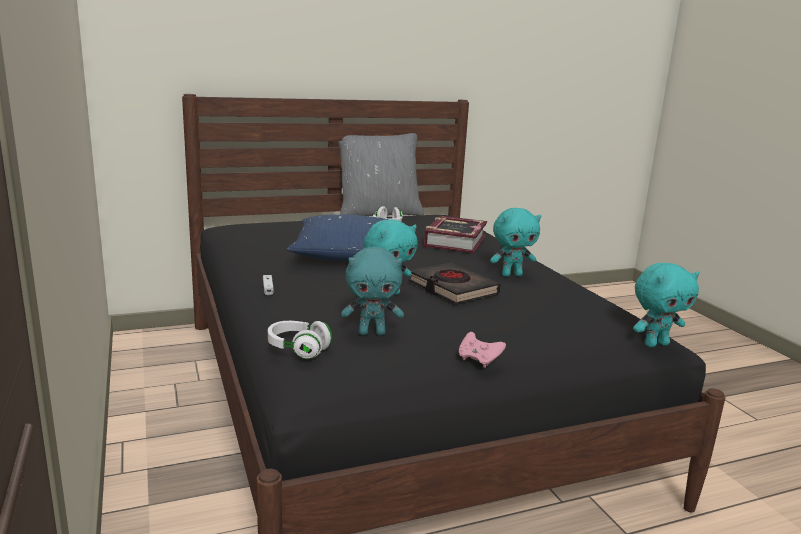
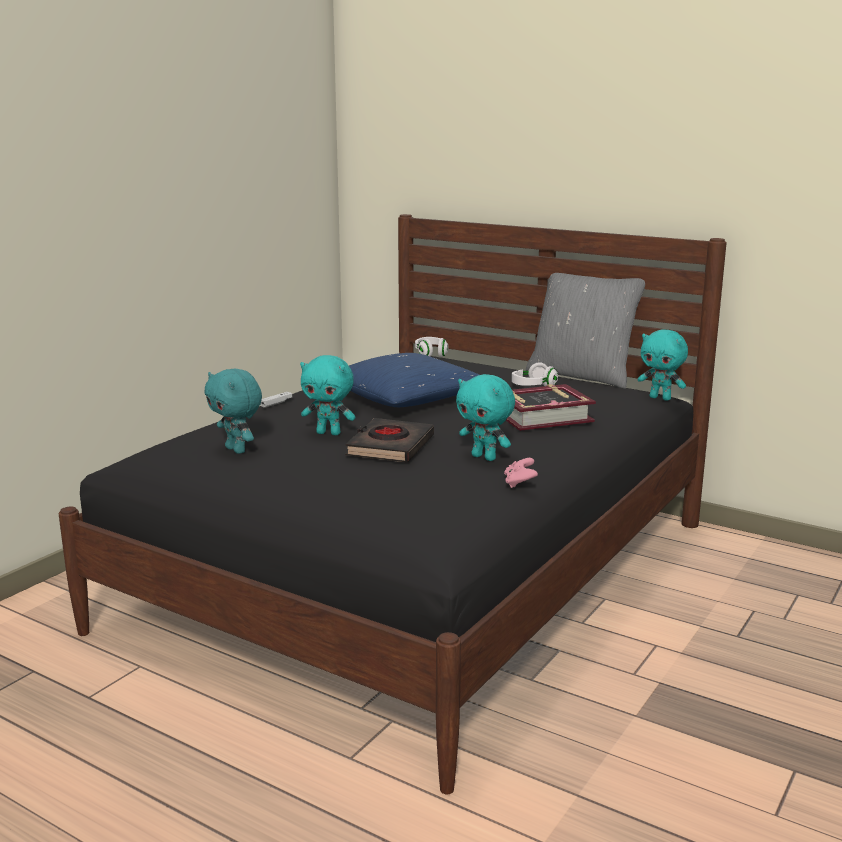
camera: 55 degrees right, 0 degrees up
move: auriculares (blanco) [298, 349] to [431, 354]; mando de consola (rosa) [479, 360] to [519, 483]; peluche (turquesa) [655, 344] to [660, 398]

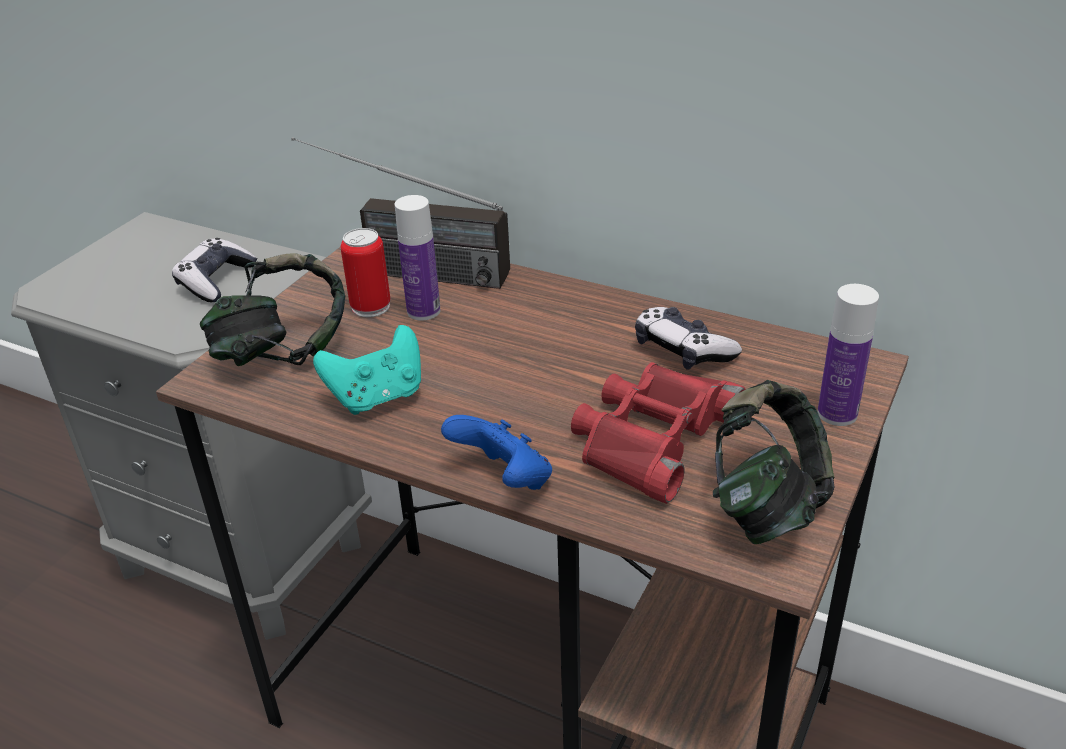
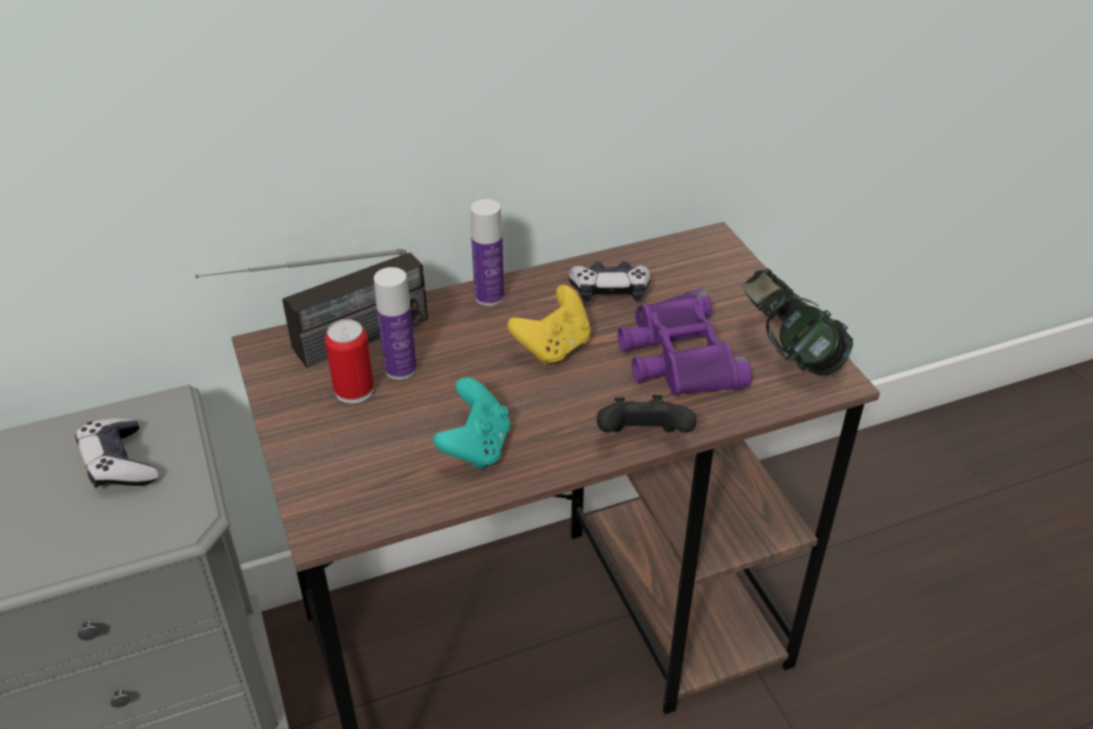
camera: 50 degrees left, 5 degrees up
delete: auriculares [283, 352]
insert: mando de consola (amarillo) [553, 347]
move: botella [837, 413] to [489, 297]
recolor: mando de consola (azul) [504, 480] to mando de consola (negro) [643, 439]; prismáticos (rojo) [651, 438] to prismáticos (morado) [677, 356]

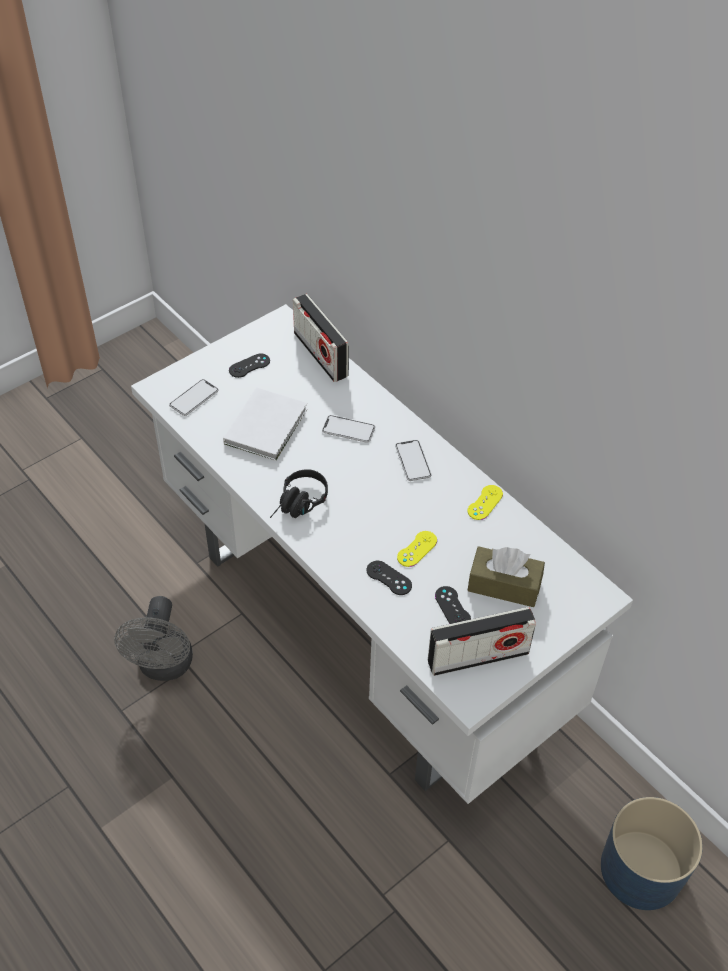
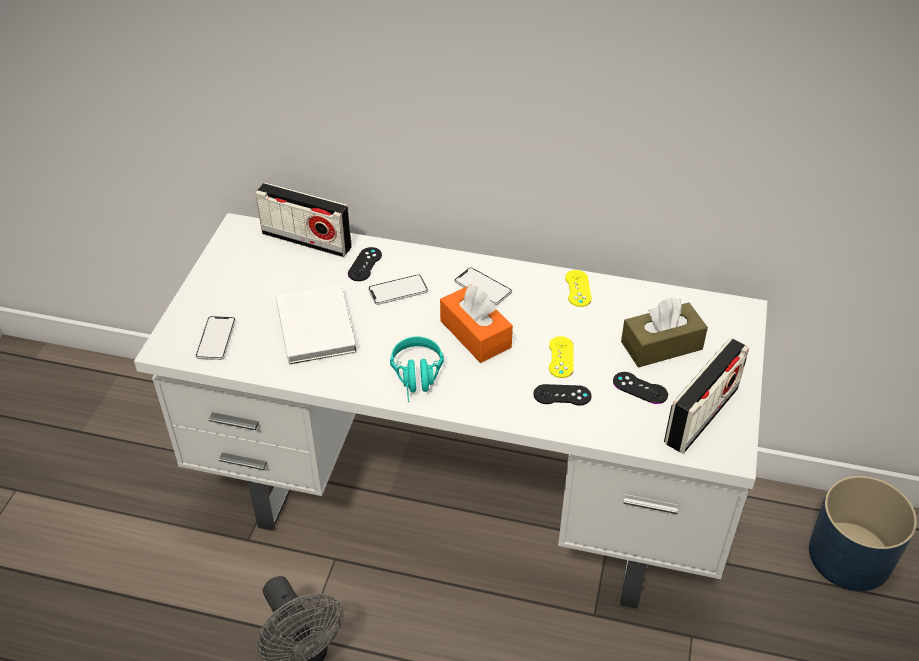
camera: 35 degrees left, 5 degrees down
insert: caja de pañuelos (naranja) [475, 334]
move: mando de consola (negro) [249, 366] to [365, 264]
recolor: auriculares (negro) [298, 505] to auriculares (turquesa) [418, 379]

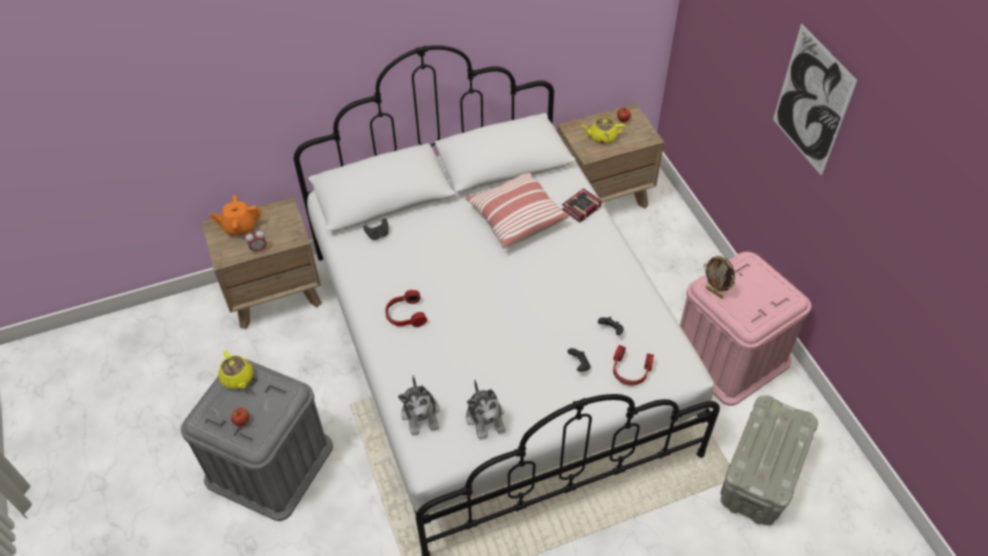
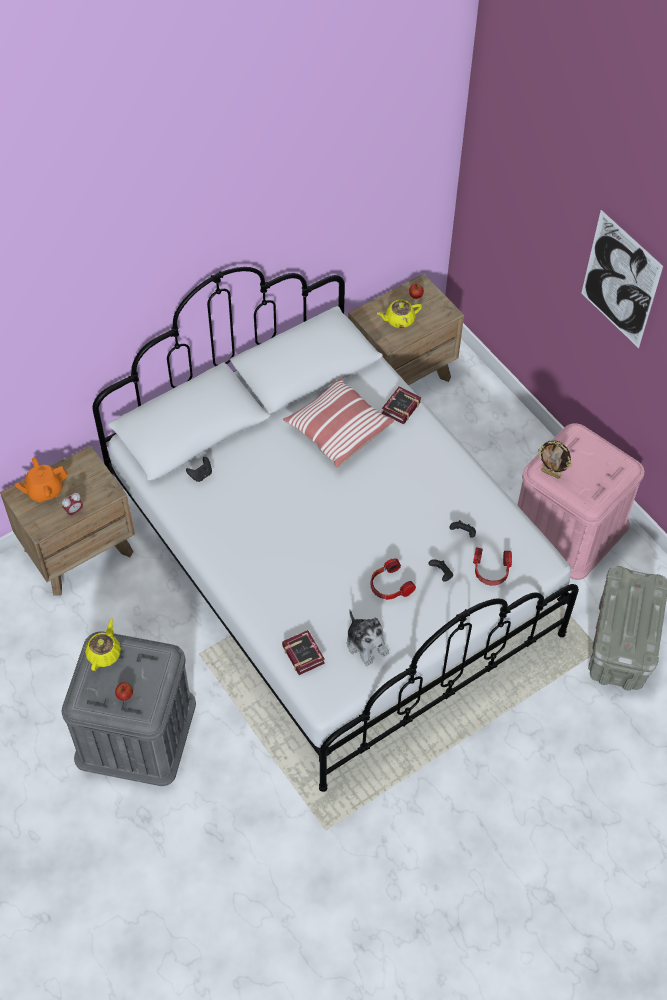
camera: 15 degrees left, 5 degrees up
move: auriculares [405, 315] to [389, 586]
replace: peluche [421, 414] to libro [303, 652]
rotate: tetera (amarillo) [238, 378] = [104, 653] 120 degrees counterclockwise

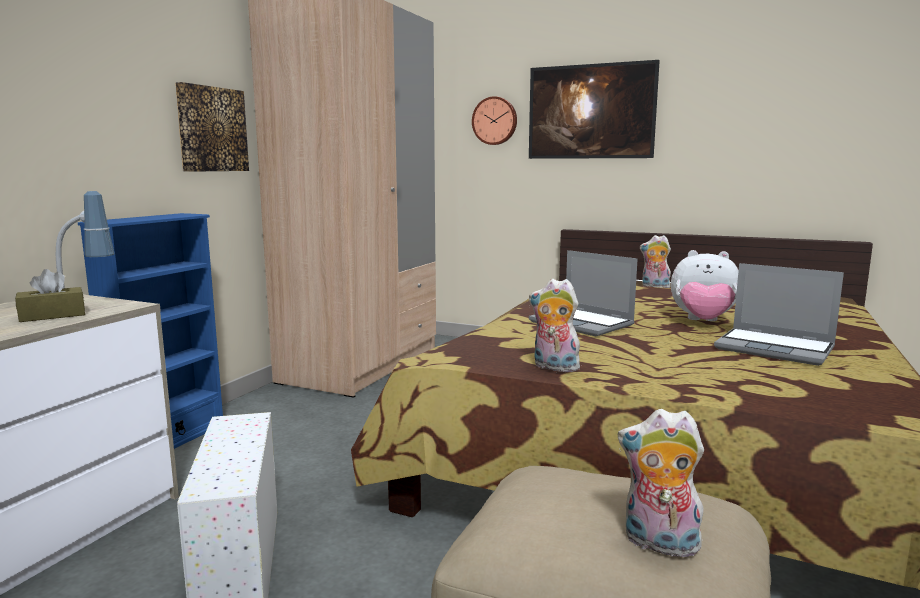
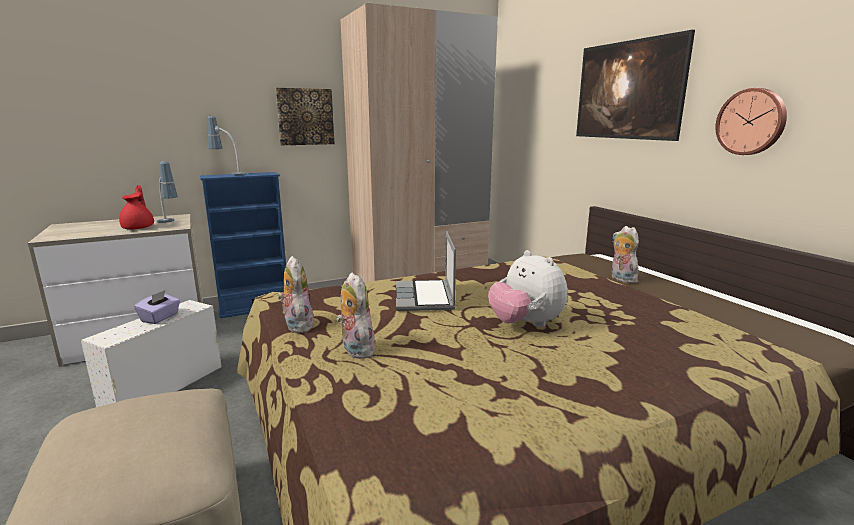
camera: 40 degrees right, 5 degrees up
delete: portátil [776, 348]
insert: caja de pañuelos (morado) [160, 318]; lámpara de mesa [229, 174]
move: peluche [658, 544] to [355, 350]; reloj de pared [495, 121] to [751, 122]
replace: caja de pañuelos (marrón) [52, 315] to tetera (rojo) [139, 227]

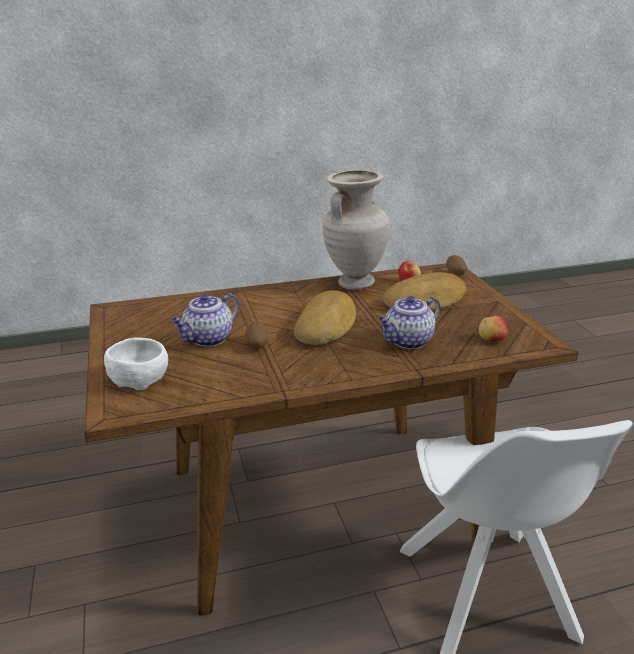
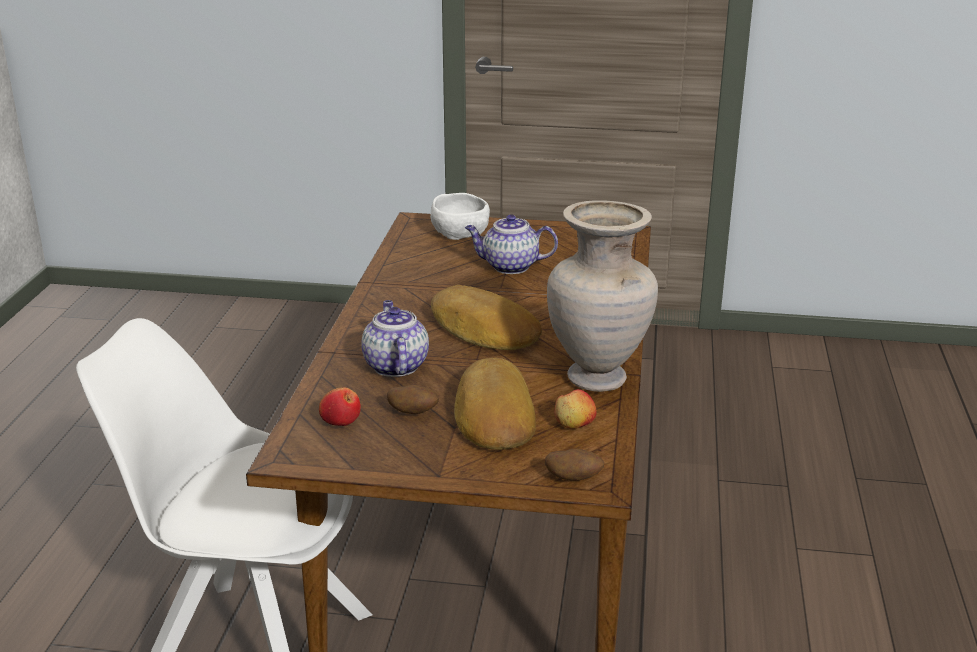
camera: 115 degrees right, 0 degrees up
move: patata [257, 345] to [413, 413]
rotate: tetera [208, 339] = [509, 266] 60 degrees counterclockwise

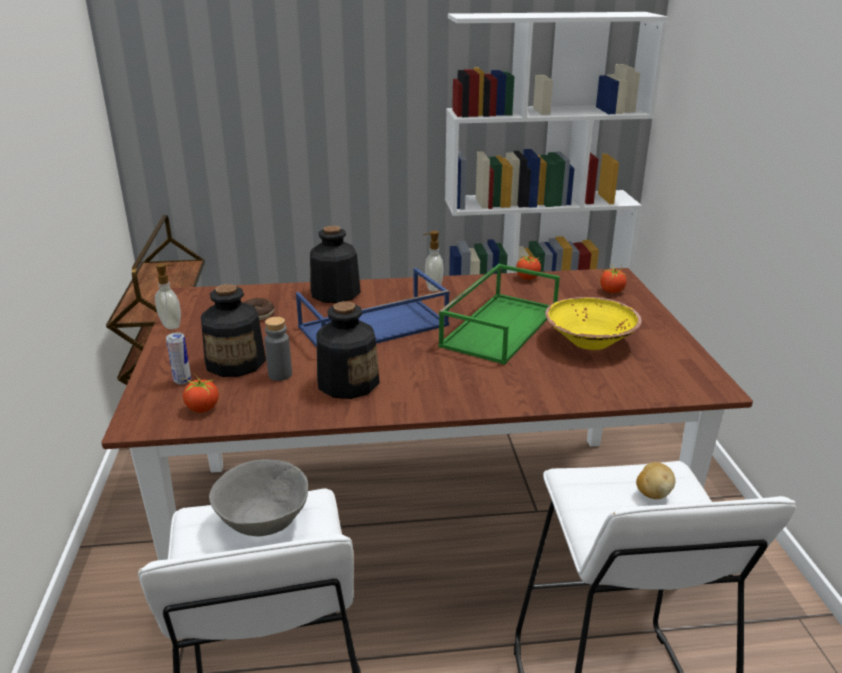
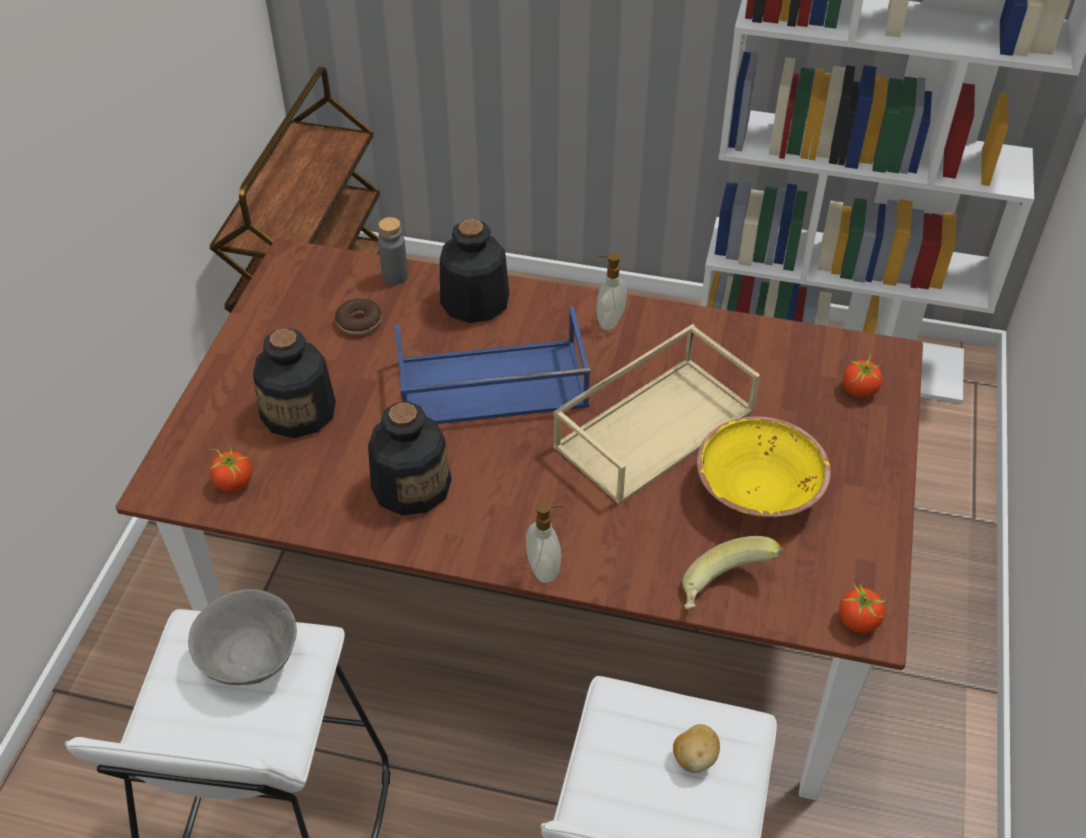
camera: 20 degrees right, 20 degrees up
delete: lata [182, 381]
insert: plátano [725, 590]
move: botella (gris) [280, 375] to [395, 276]; dispensador de jabón [172, 325] to [545, 569]; tomate [528, 278] to [858, 622]
recolor: bandeja (verde) [499, 326] to bandeja (beis) [655, 426]

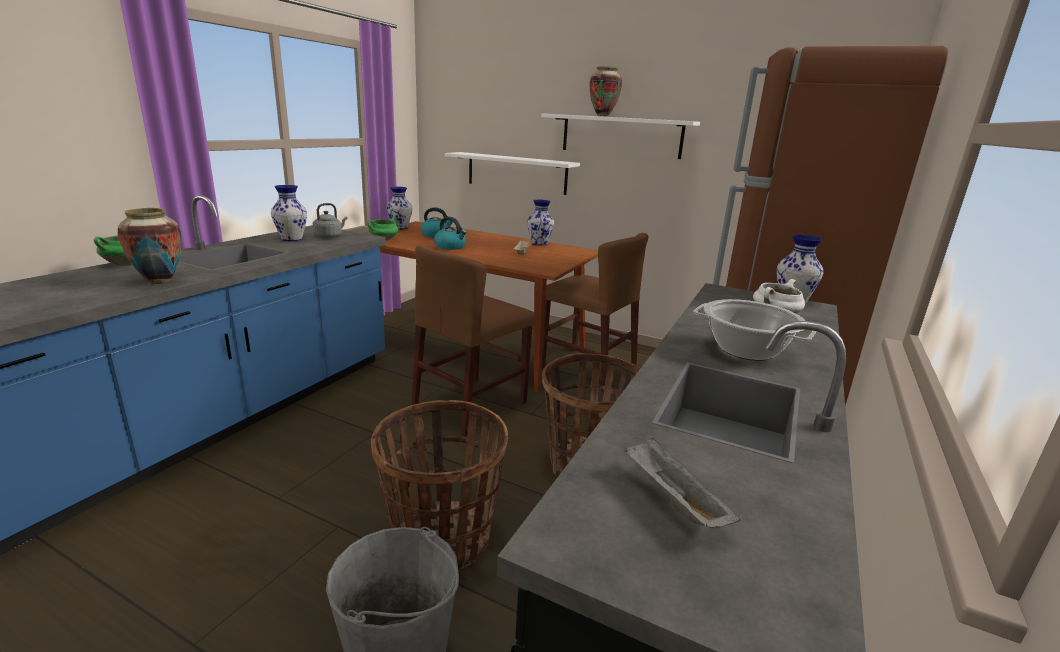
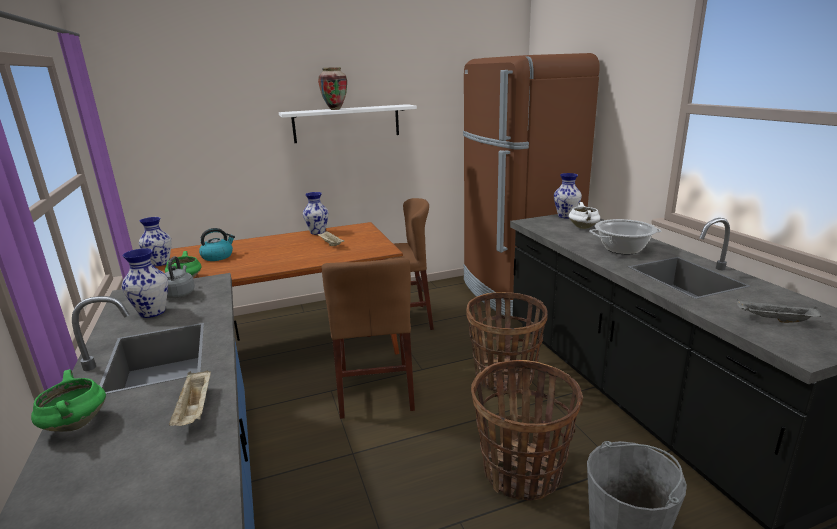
camera: 45 degrees left, 0 degrees up
delete: hervidor [450, 247]; estante (blanco) [516, 173]
replace: florero [159, 281] to bandeja (beis) [195, 410]

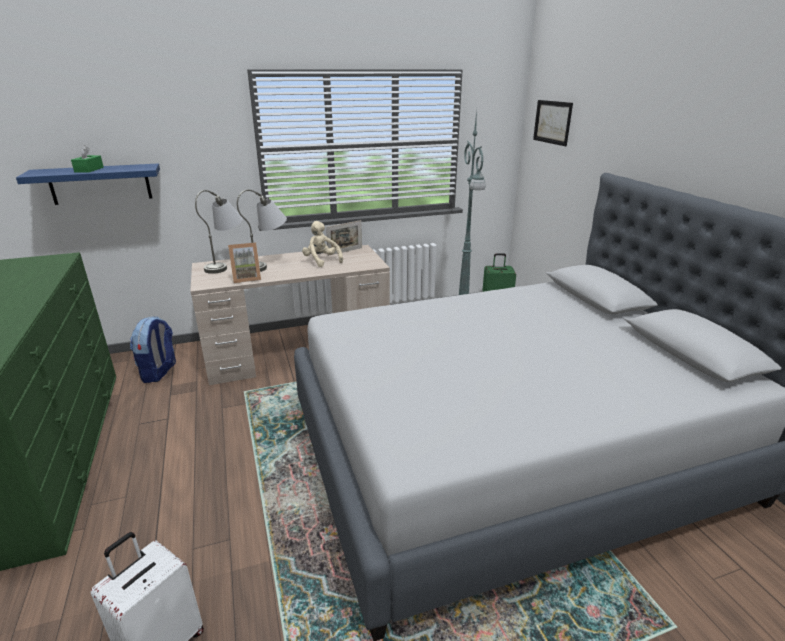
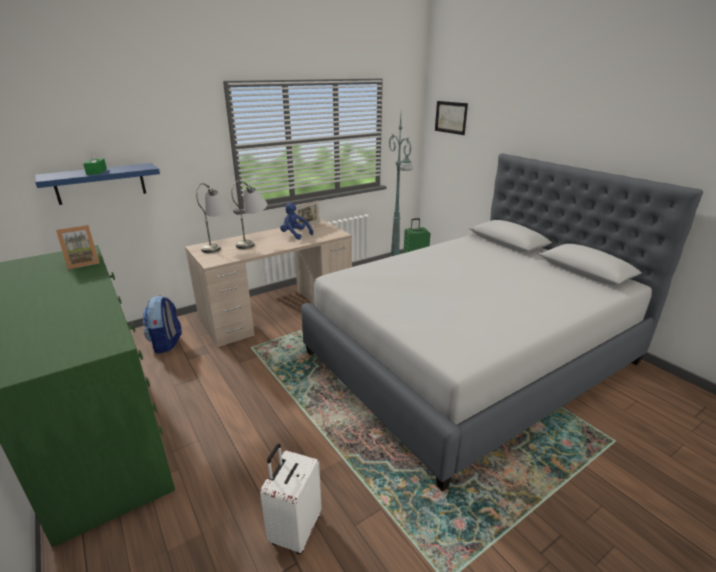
camera: 15 degrees left, 0 degrees up
move: portarretratos [246, 278] to [83, 263]
recolor: peluche (beis) [321, 261] to peluche (azul) [295, 235]

